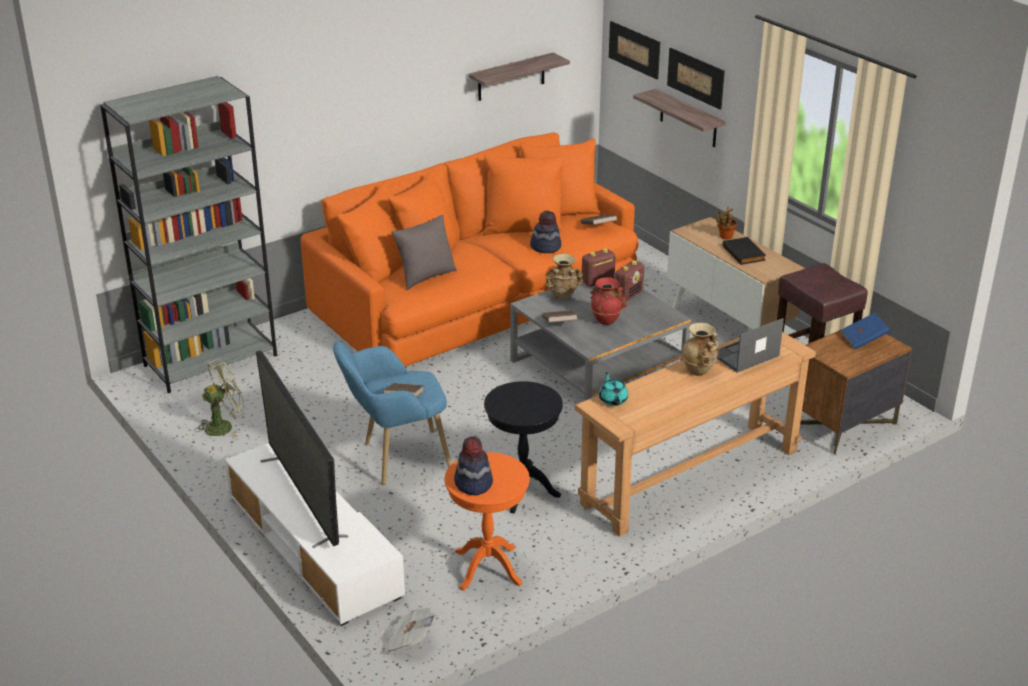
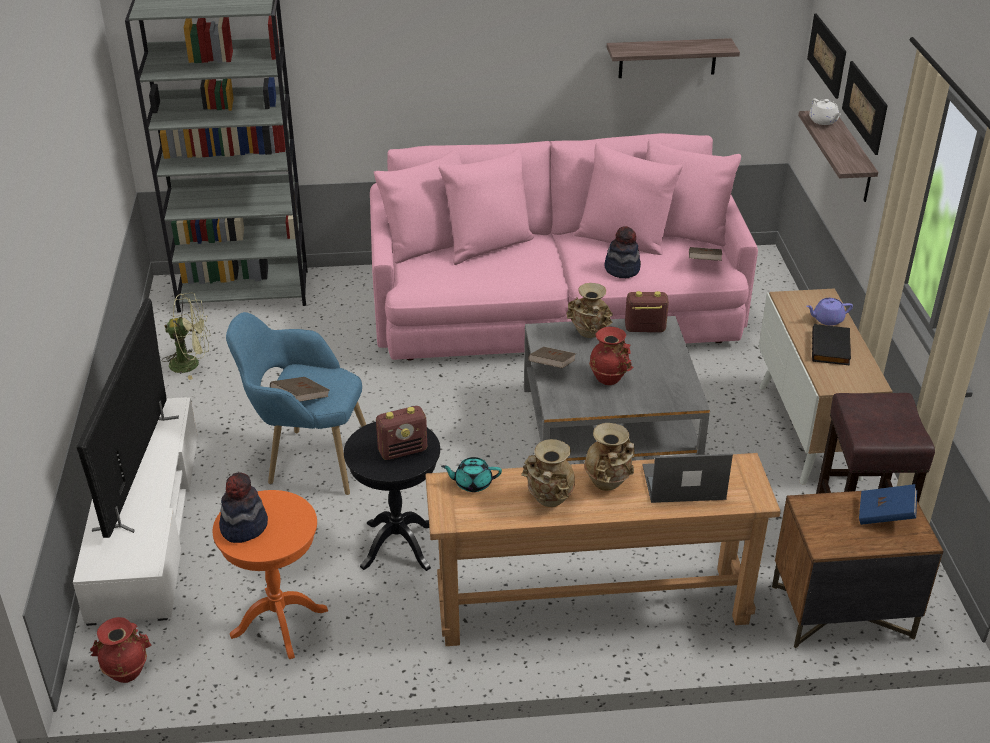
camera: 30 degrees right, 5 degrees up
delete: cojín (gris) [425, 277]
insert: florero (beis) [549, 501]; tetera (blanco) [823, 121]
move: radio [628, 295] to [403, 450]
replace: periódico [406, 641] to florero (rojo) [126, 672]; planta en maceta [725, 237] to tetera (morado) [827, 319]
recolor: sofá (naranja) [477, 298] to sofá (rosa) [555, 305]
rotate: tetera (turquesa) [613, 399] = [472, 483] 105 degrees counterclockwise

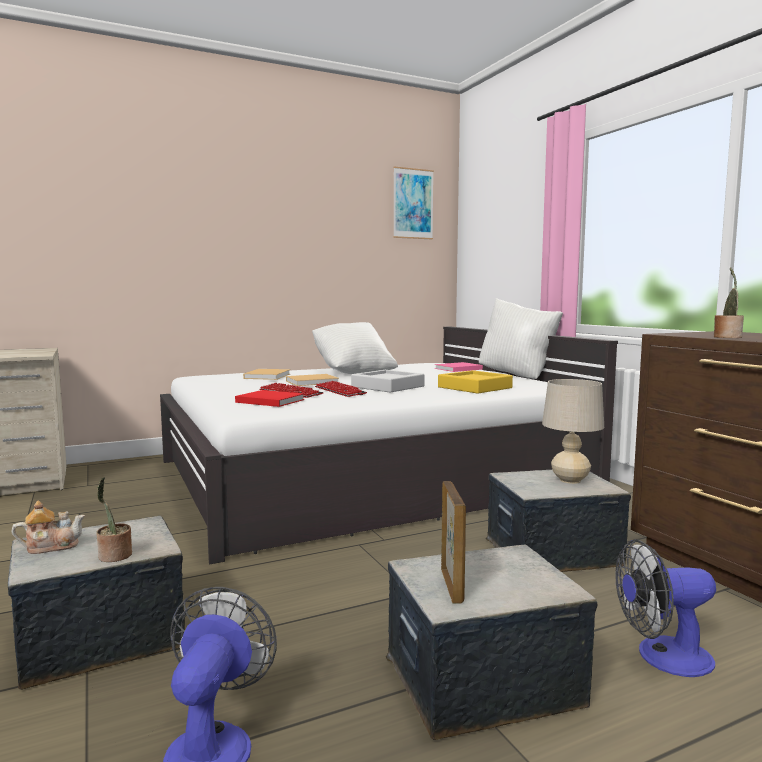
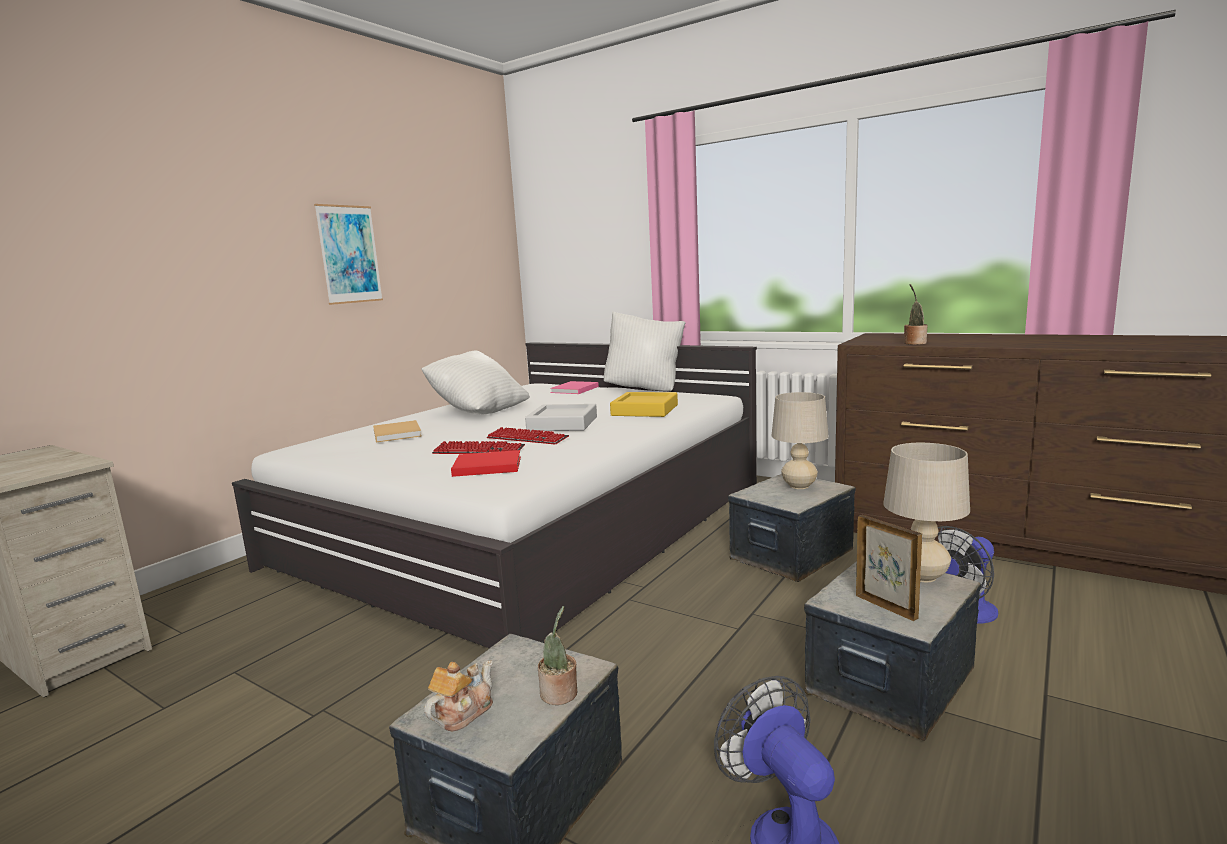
camera: 30 degrees left, 5 degrees up
delete: libro (beis) [313, 382]
insert: lámpara de mesa (beis) [921, 576]
move: cuadro [413, 204] to [349, 254]

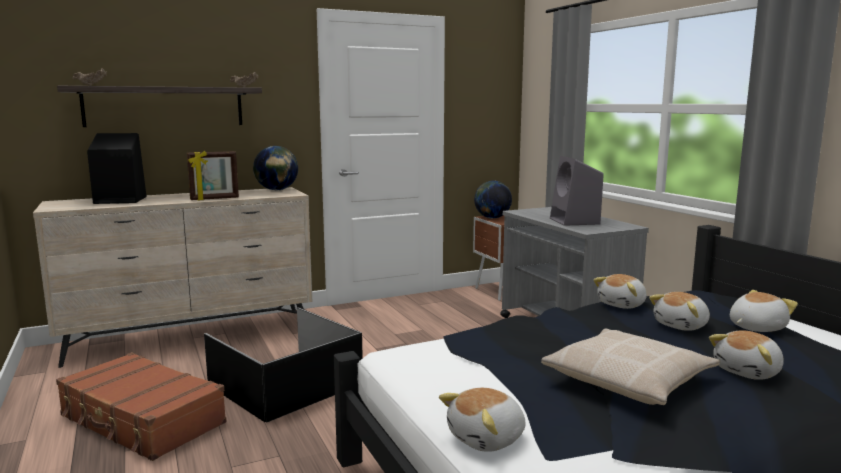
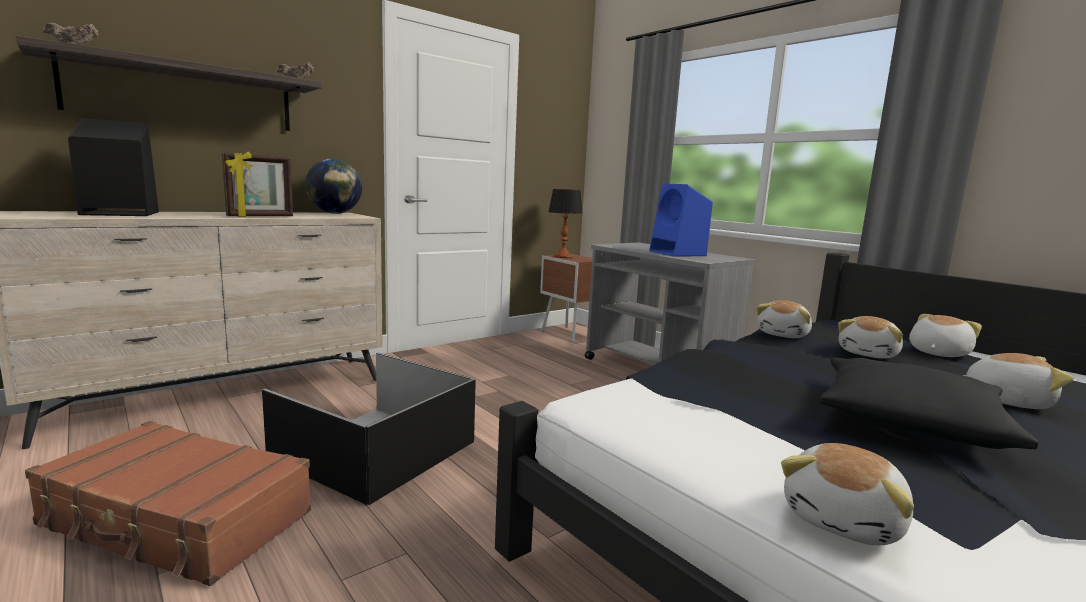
camera: 15 degrees left, 0 degrees up
replace: globo terráqueo [492, 218] to lámpara de mesa [562, 256]
recolor: altavoz (gris) [575, 221] to altavoz (azul) [678, 253]; cojín (beis) [629, 380] to cojín (negro) [910, 418]
rotate: peluche [749, 372] = [1006, 400] 105 degrees counterclockwise

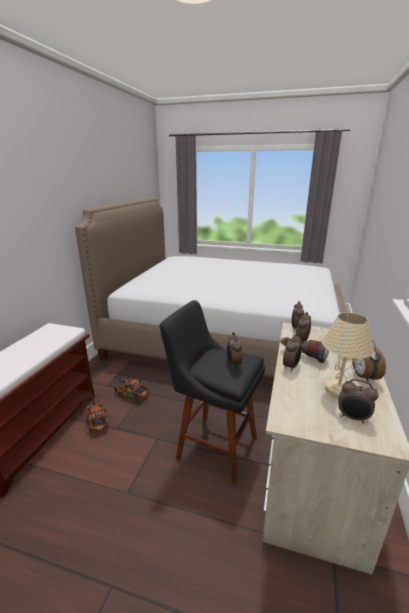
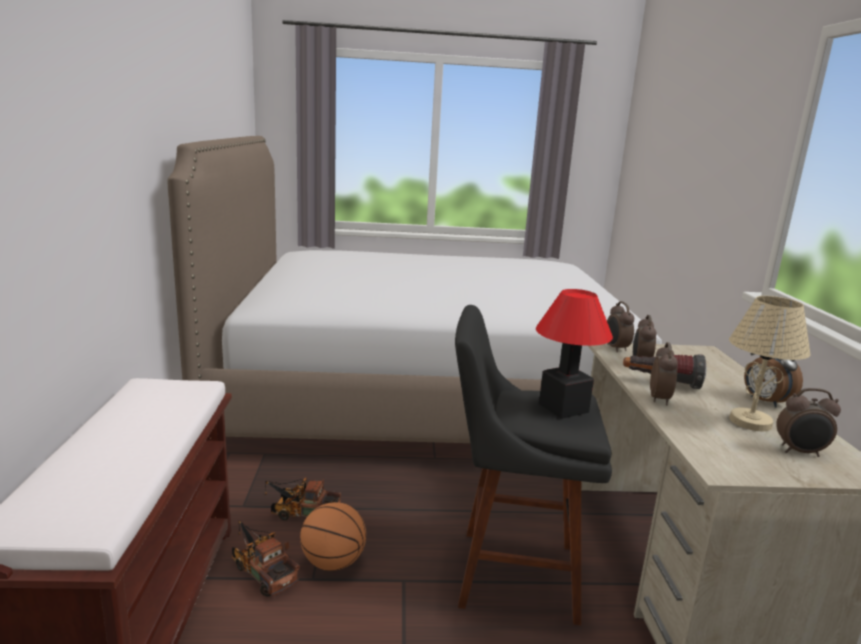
camera: 20 degrees left, 5 degrees down
insert: balón de baloncesto [333, 562]
replace: despertador [233, 364] to lámpara de mesa [564, 407]

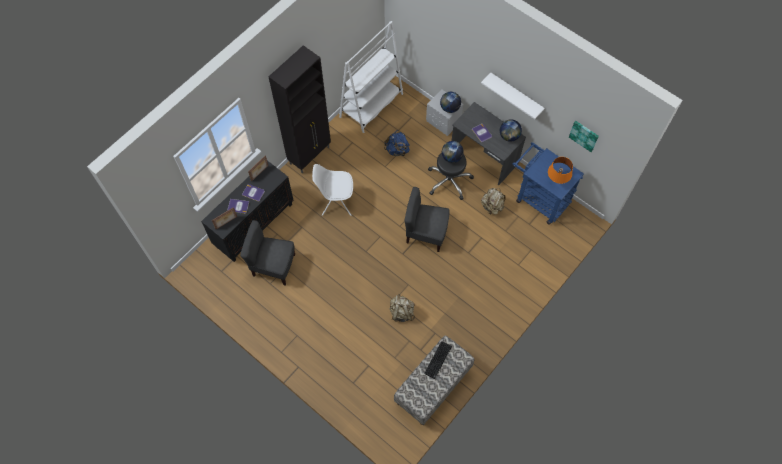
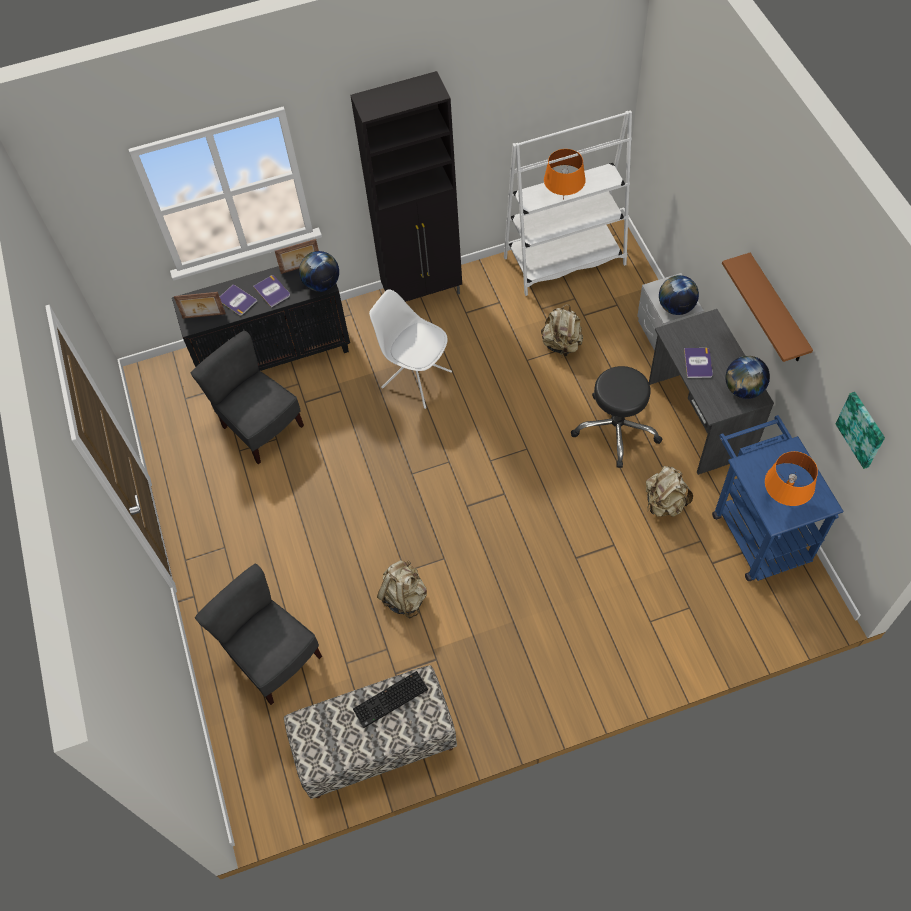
camera: 35 degrees right, 5 degrees down
insert: lámpara de mesa (naranja) [563, 199]
move: silla (gris) [426, 233] to [274, 658]; globo terráqueo [451, 157] to [322, 284]
recolor: mochila (azul) [397, 150] to mochila (beis) [562, 344]; estante (blanco) [516, 95] to estante (marrón) [777, 311]

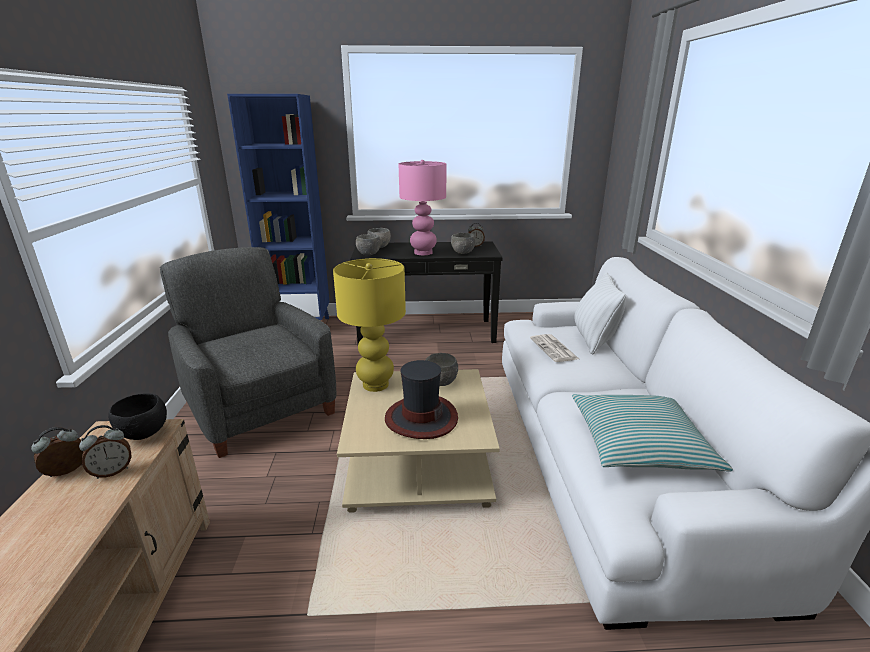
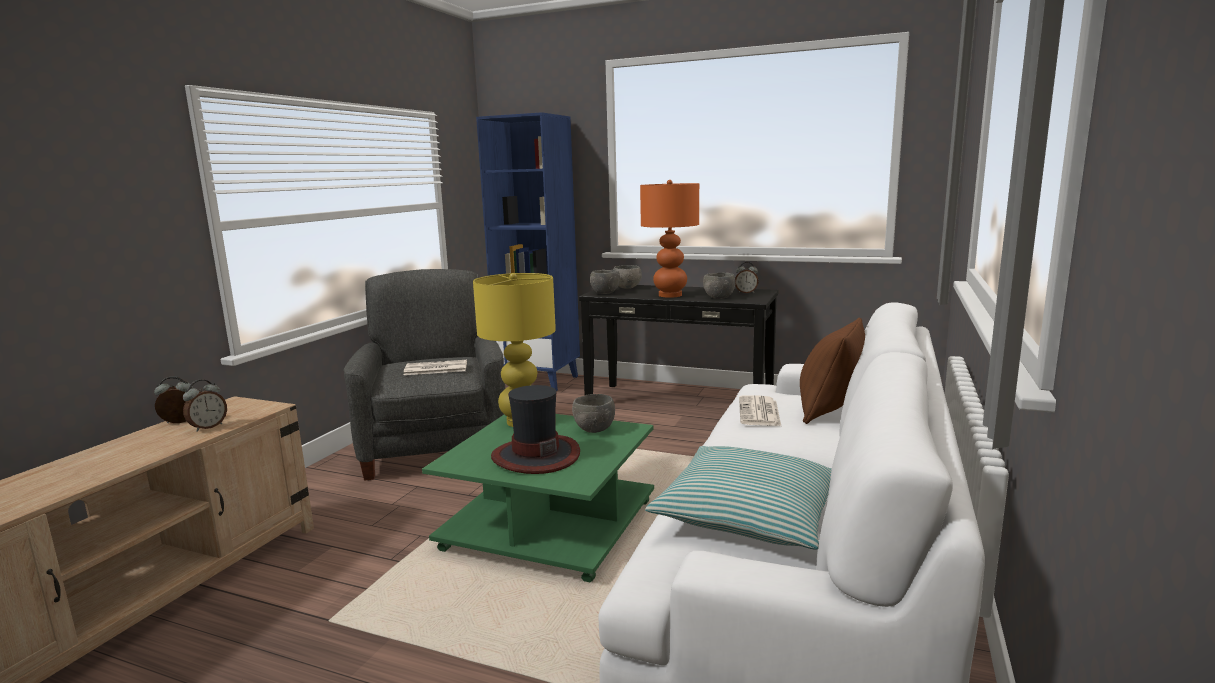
camera: 25 degrees right, 10 degrees down
delete: cuenco (negro) [145, 434]
insert: periódico [435, 369]
recolor: mesa de centro (beis) [420, 464] to mesa de centro (verde) [550, 526]; lámpara de mesa (rosa) [423, 252] to lámpara de mesa (naranja) [670, 295]; cojín (blanco) [593, 339] to cojín (marrón) [829, 410]
rotate: despertador [112, 471] = [208, 427] 45 degrees counterclockwise

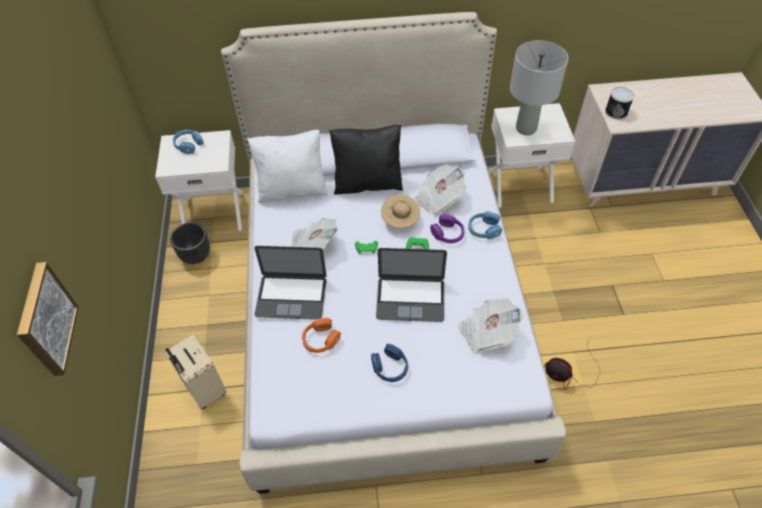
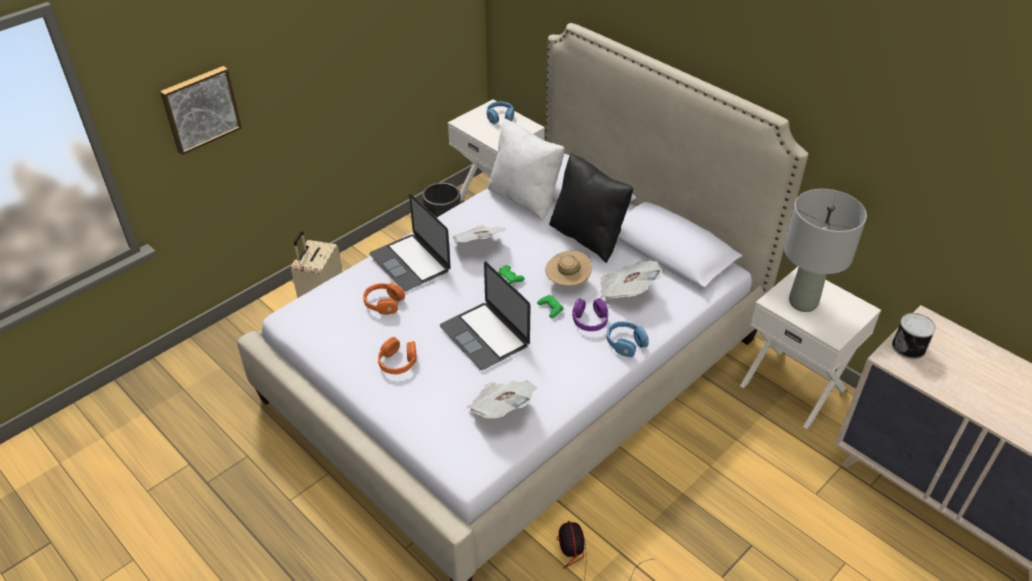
camera: 50 degrees right, 10 degrees down
recolor: auriculares (azul) [390, 367] to auriculares (naranja) [398, 362]

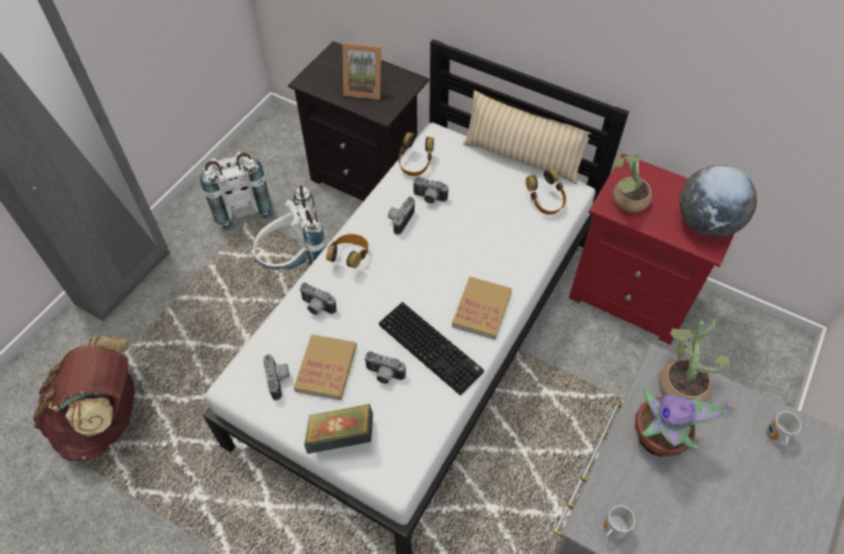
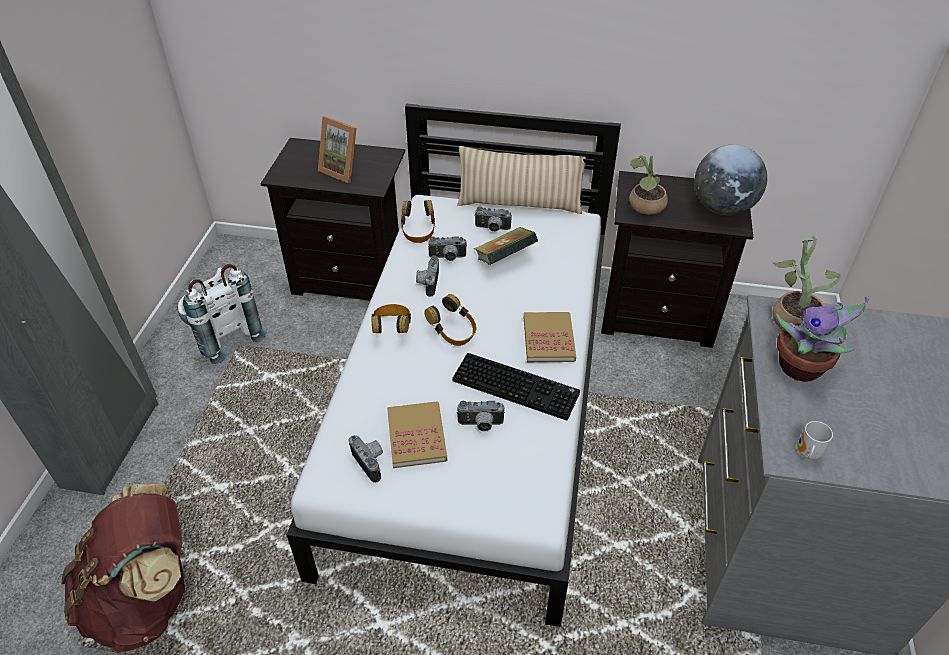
camera: 20 degrees left, 10 degrees down
delete: mochila (blanco) [295, 266]; taza grande [775, 436]
move: auriculares [545, 202] to [453, 333]; cámara [316, 307] to [492, 229]; libro [341, 437] to [505, 259]
recolor: mesita de noche (rojo) [632, 294] to mesita de noche (negro) [658, 315]
rotate: portarretratos [364, 88] = [343, 170] 45 degrees clockwise

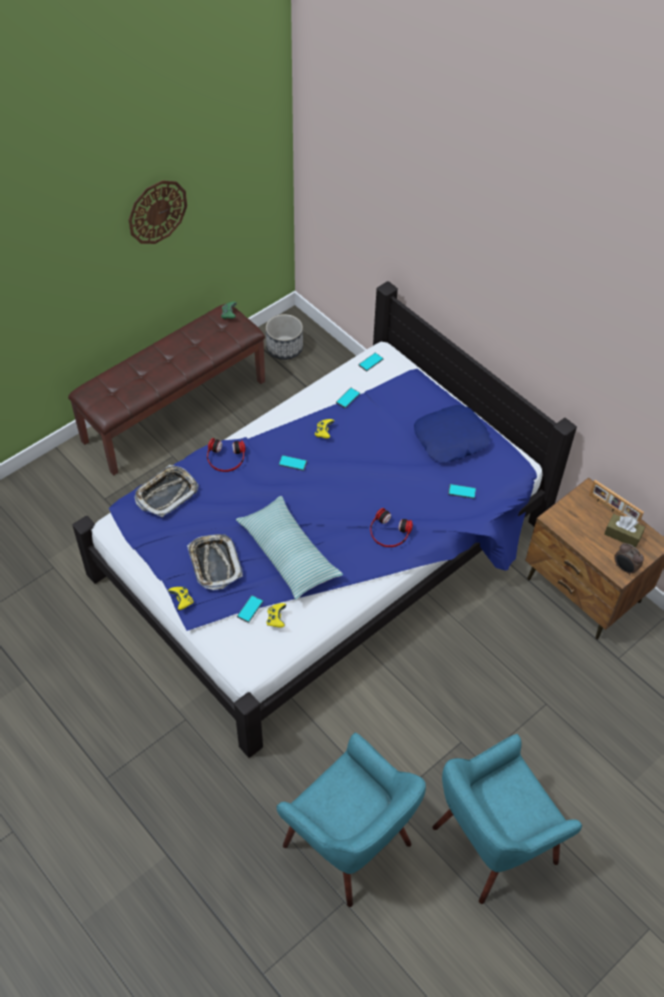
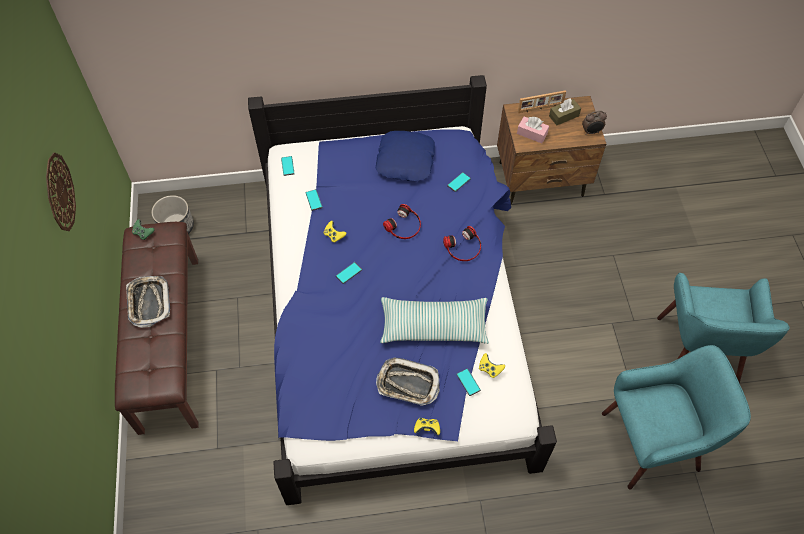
camera: 55 degrees left, 5 degrees up
insert: caja de pañuelos (rosa) [532, 133]
move: bandeja [166, 493] to [149, 302]; auriculares [225, 458] to [404, 226]

